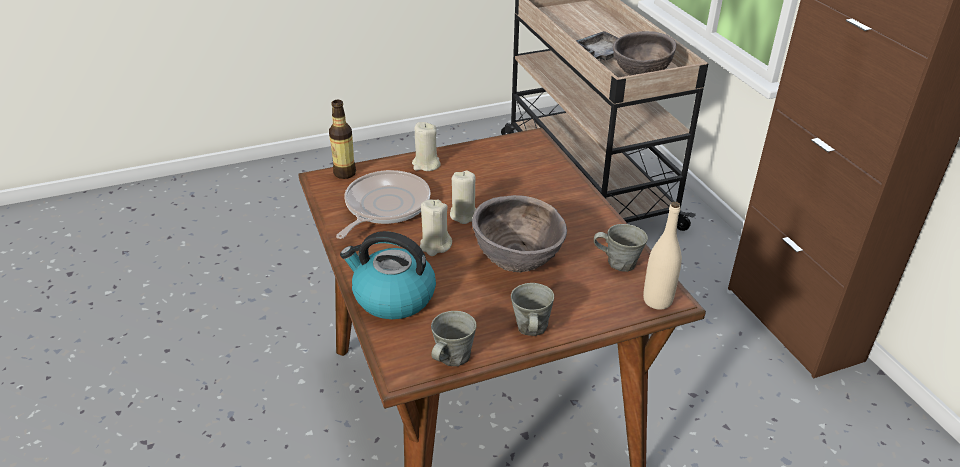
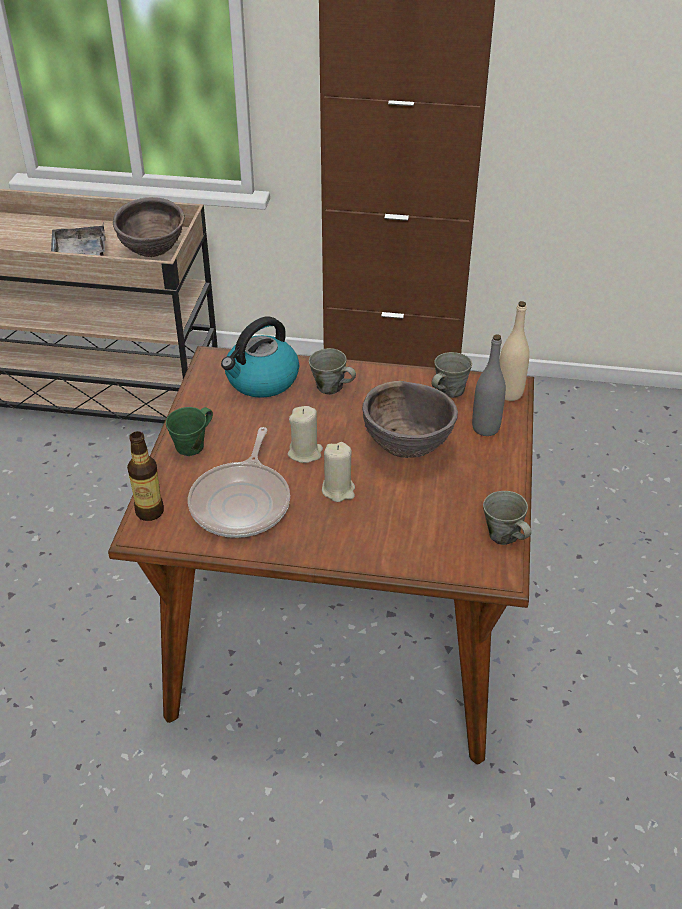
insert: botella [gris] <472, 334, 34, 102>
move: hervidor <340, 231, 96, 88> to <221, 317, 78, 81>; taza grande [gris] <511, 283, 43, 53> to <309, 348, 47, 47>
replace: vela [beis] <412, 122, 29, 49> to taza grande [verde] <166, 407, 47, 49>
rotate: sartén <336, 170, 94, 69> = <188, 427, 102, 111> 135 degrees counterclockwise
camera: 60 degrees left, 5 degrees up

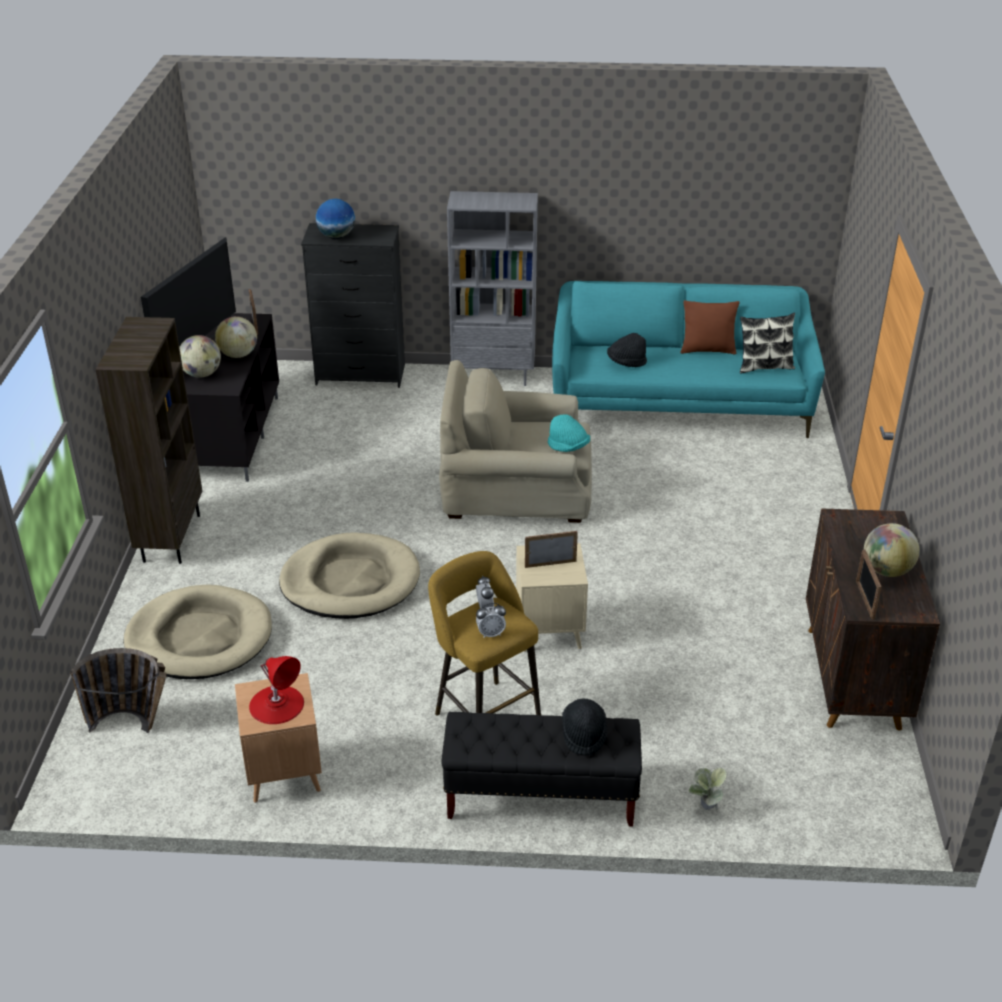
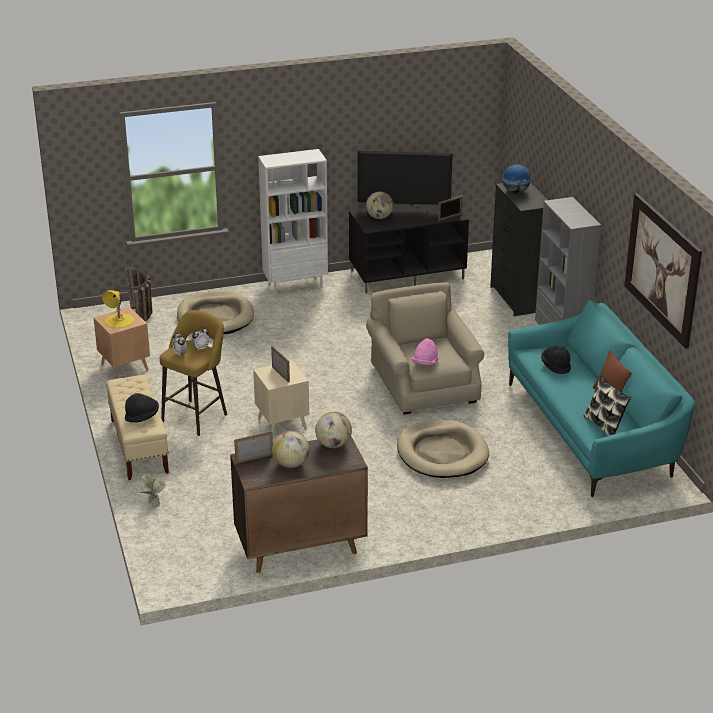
insert: cuadro <624, 194, 78, 155>
move: globo terráqueo <215, 316, 42, 42> to <315, 412, 37, 36>; cama para perro [beis] <279, 532, 141, 87> to <397, 420, 92, 58>
recolor: estantería [marrón] <96, 317, 106, 247> to estantería [blanco] <258, 149, 70, 146>; sombrero [turquesa] <547, 414, 43, 38> to sombrero [rosa] <412, 339, 26, 26>; lámpara de mesa [rojo] <249, 656, 55, 68> to lámpara de mesa [amarillo] <102, 290, 32, 38>; banco [negro] <442, 712, 200, 115> to banco [beis] <106, 375, 63, 105>
camera: 70 degrees right, 5 degrees down

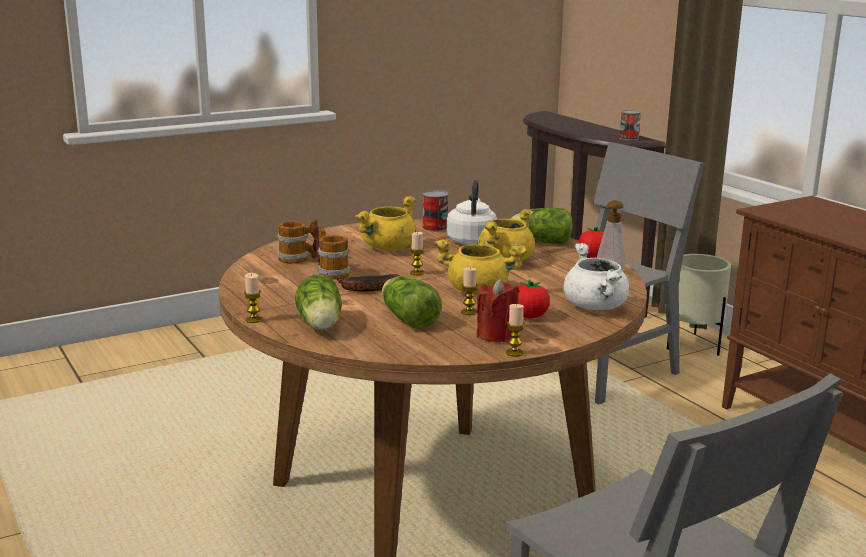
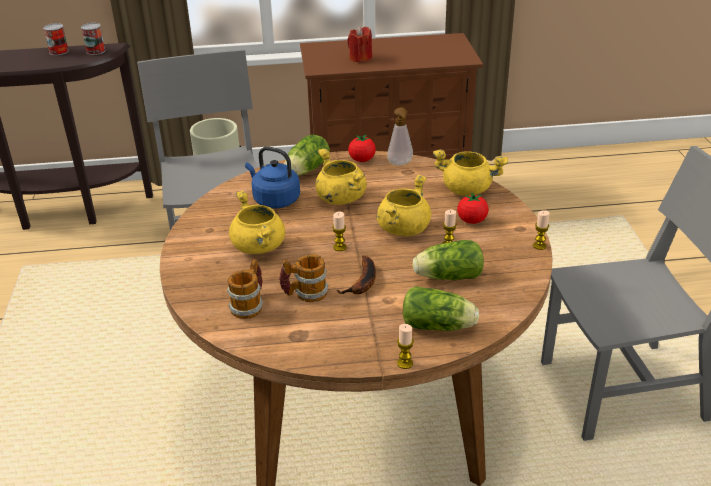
move: lata <422, 190, 27, 42> to <43, 23, 26, 32>; vela [rojo] <476, 278, 44, 65> to <347, 26, 25, 37>
recolor: hervidor [blanco] <447, 180, 50, 65> to hervidor [azul] <245, 146, 55, 62>; olla [blanco] <563, 243, 66, 67> to olla [amarillo] <433, 150, 75, 46>
camera: 65 degrees left, 15 degrees up

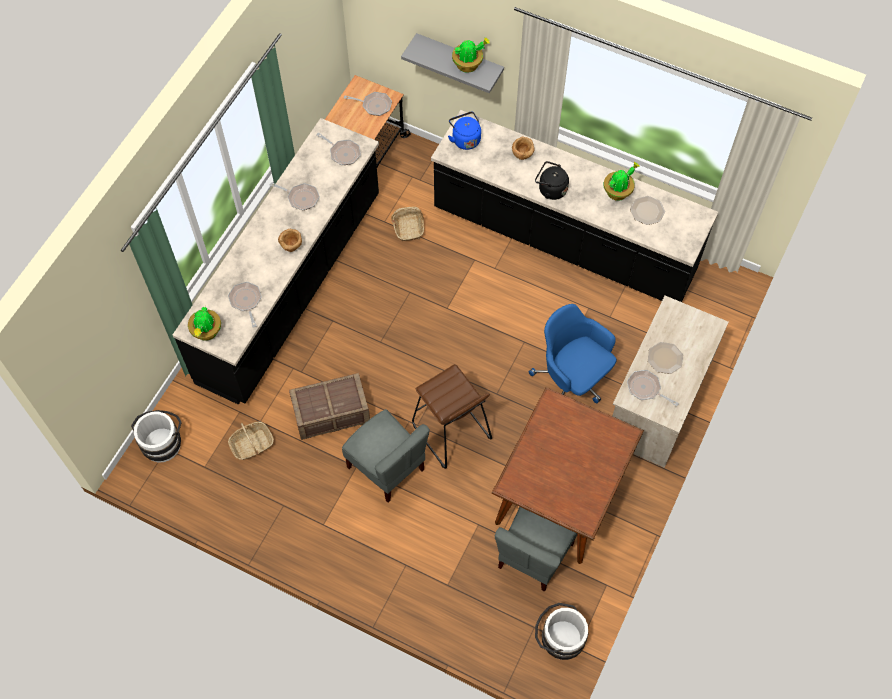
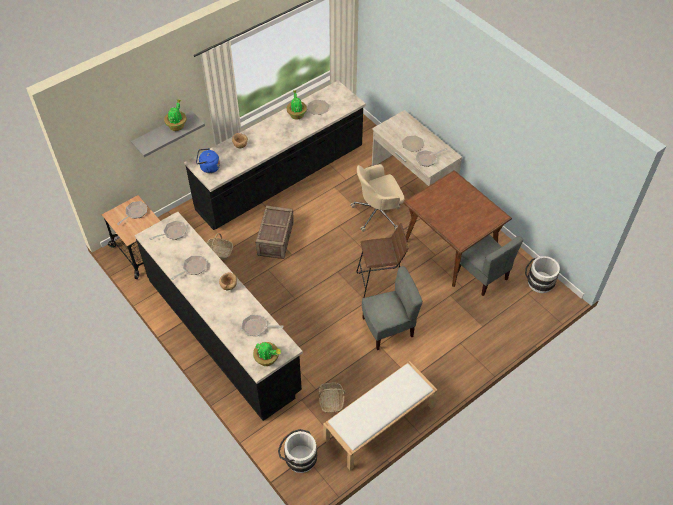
delete: hervidor [negro] <535, 161, 34, 39>
insert: banco [blanco] <323, 361, 115, 109>
move: caja de embalaje <289, 373, 81, 67> to <256, 206, 38, 53>
recolor: silla de oficina [azul] <529, 304, 88, 99> to silla de oficina [beis] <350, 164, 54, 68>
camera: 65 degrees left, 10 degrees down

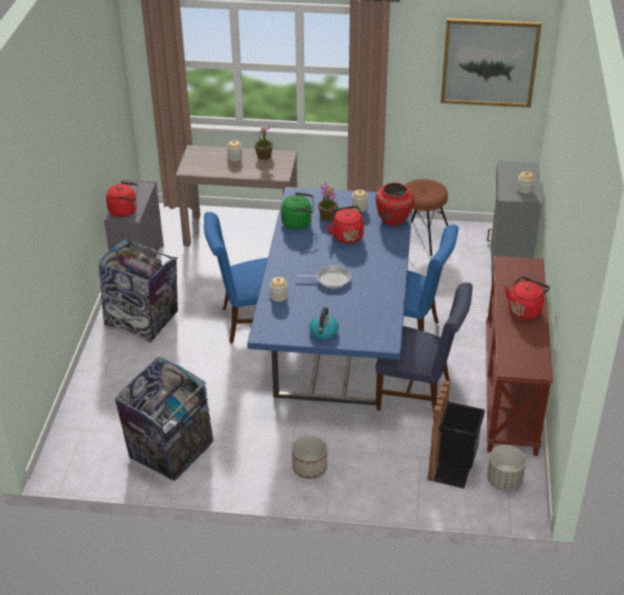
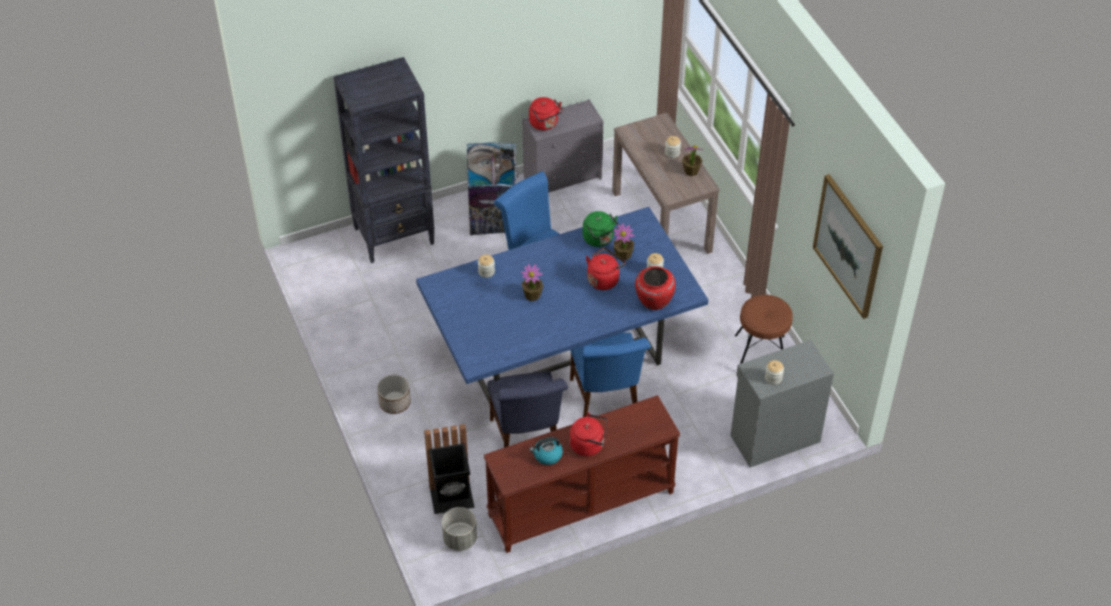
delete: papelera <115, 356, 99, 125>
insert: estantería [negro] <333, 57, 102, 206>
move: hervidor <309, 307, 30, 33> to <529, 437, 34, 28>
replace: sartén <295, 265, 56, 24> to planta en maceta <521, 264, 22, 37>
camera: 60 degrees right, 10 degrees up

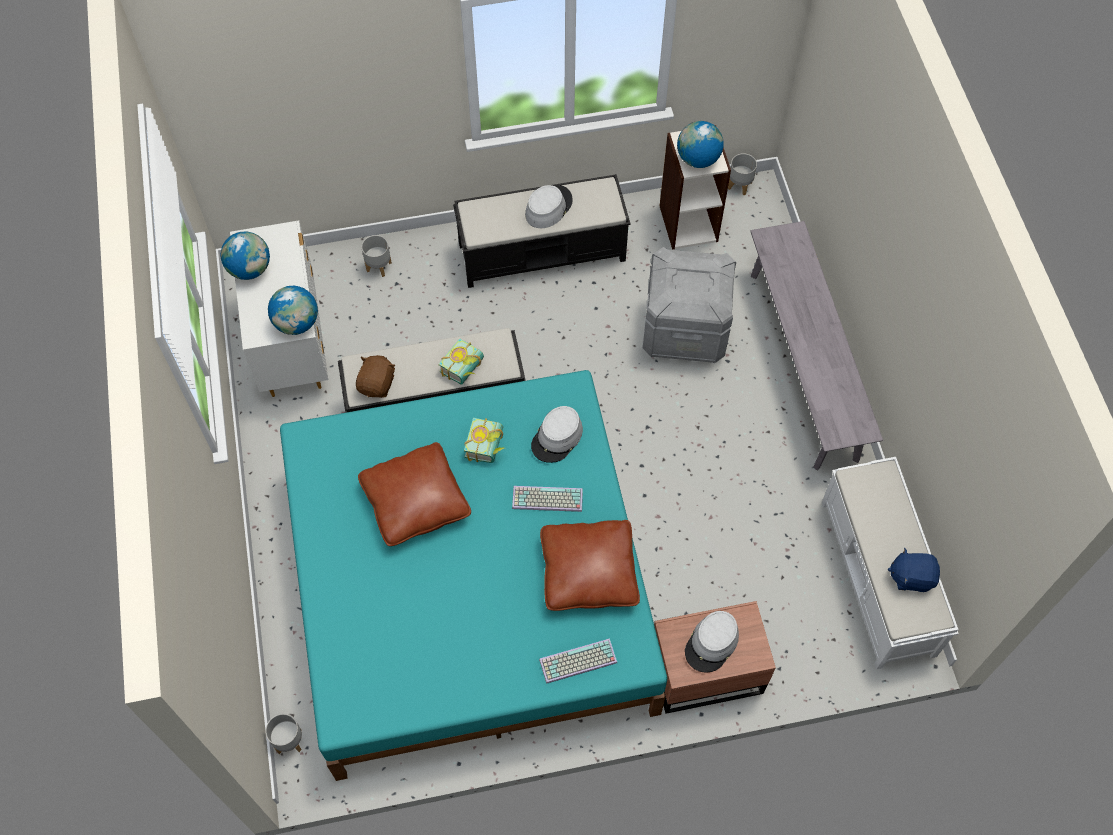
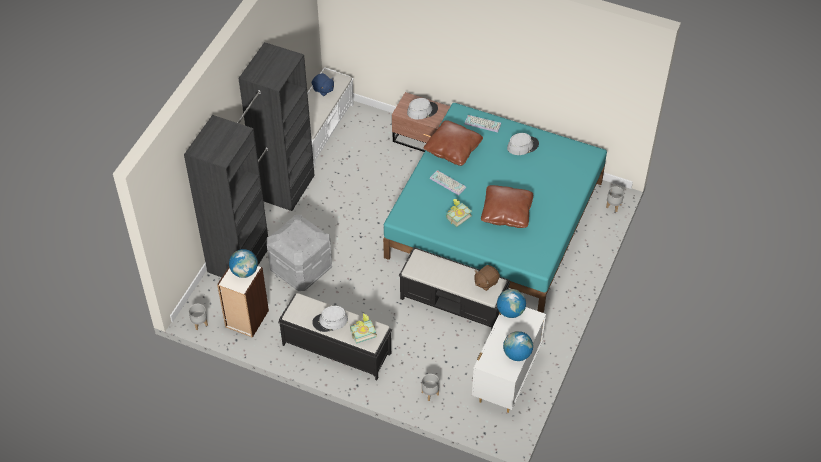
move: libro <439, 338, 45, 46> to <350, 314, 27, 30>; sombrero [gris] <531, 406, 52, 57> to <507, 133, 32, 22>
replace: banco [gris] <750, 221, 133, 250> to armario ropero [negro] <184, 42, 131, 235>
camera: 145 degrees left, 10 degrees down

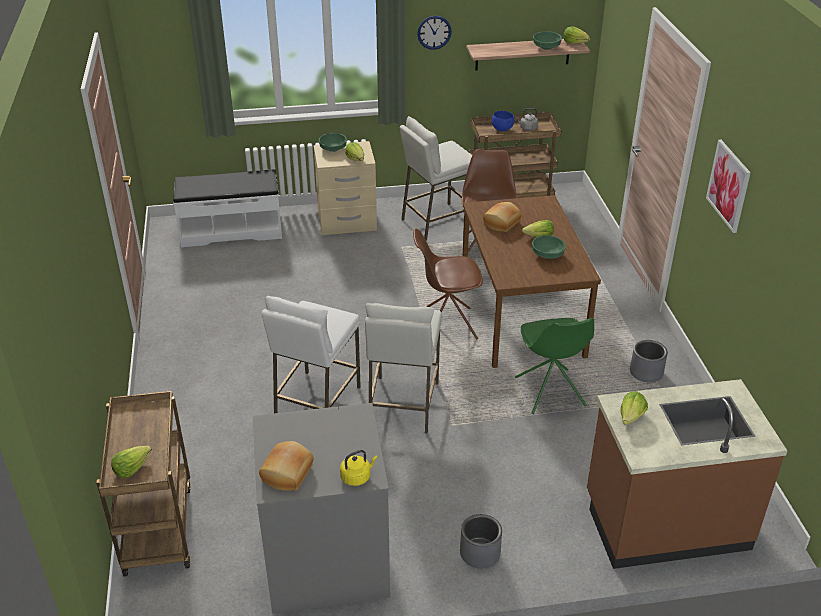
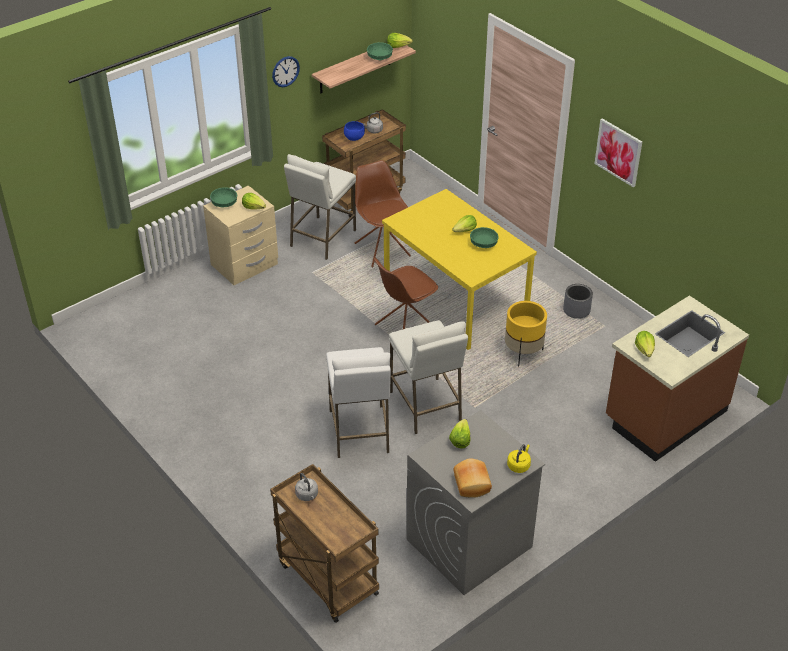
delete: banco [blanco] <173, 169, 109, 79>; pan <483, 202, 38, 30>; maceta [gris] <460, 514, 42, 55>
insert: hervidor [gris] <295, 473, 23, 28>
move: lechuga <111, 446, 41, 32> to <449, 419, 22, 29>
replace: silla [verde] <515, 318, 79, 96> to maceta [amarillo] <505, 301, 42, 65>
recolor: mesa de comedor [marrón] <463, 195, 138, 173> to mesa de comedor [amarillo] <382, 189, 155, 161>
camera: 30 degrees left, 5 degrees up

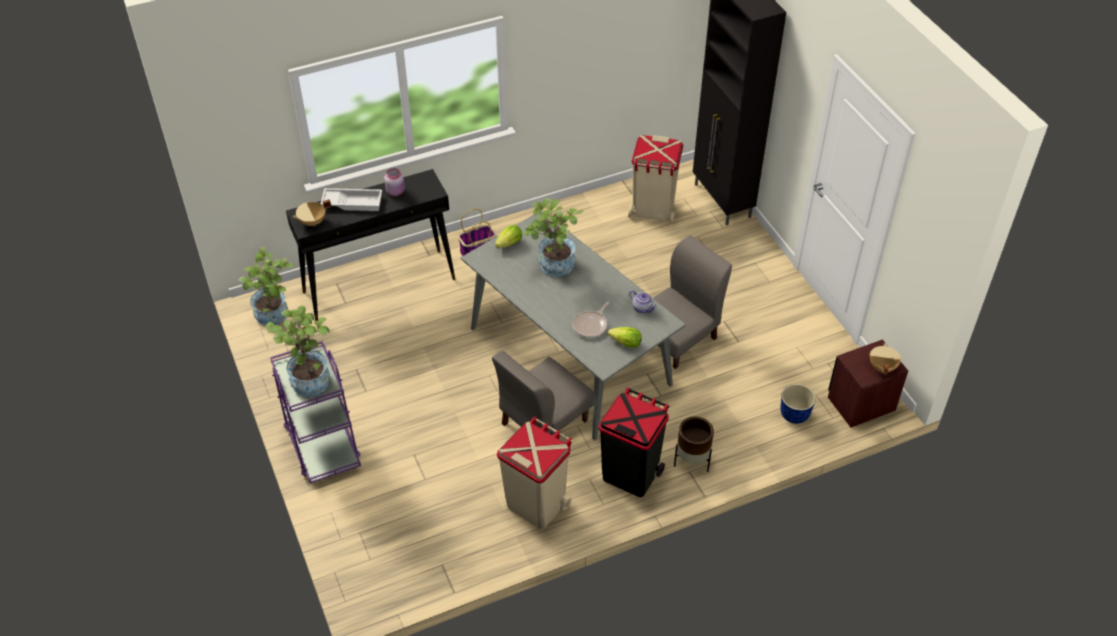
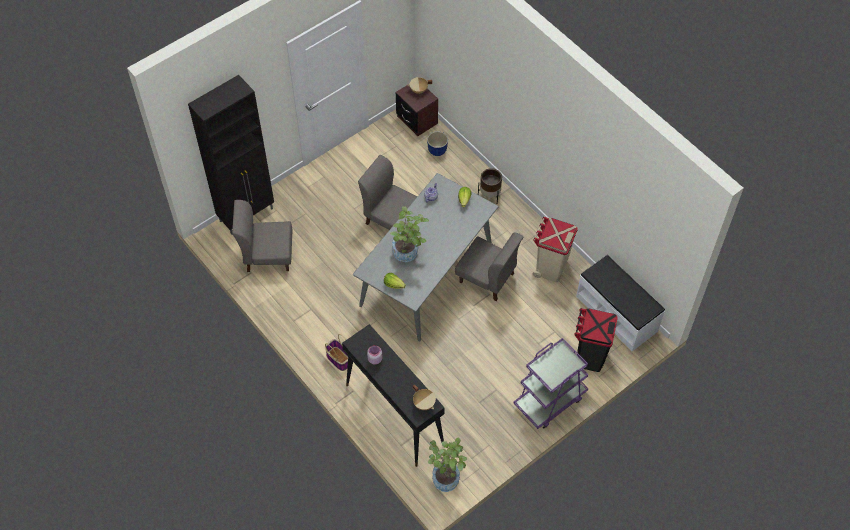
delete: bandeja [blanco] <321, 188, 61, 23>; sartén <572, 301, 38, 37>; planta en maceta <265, 305, 65, 92>
insert: banco [blanco] <576, 255, 89, 96>
move: papelera [negro] <599, 388, 70, 109> to <574, 308, 44, 64>
replace: papelera [beis] <628, 135, 55, 88> to silla [gris] <232, 200, 60, 72>
camera: 105 degrees left, 10 degrees up

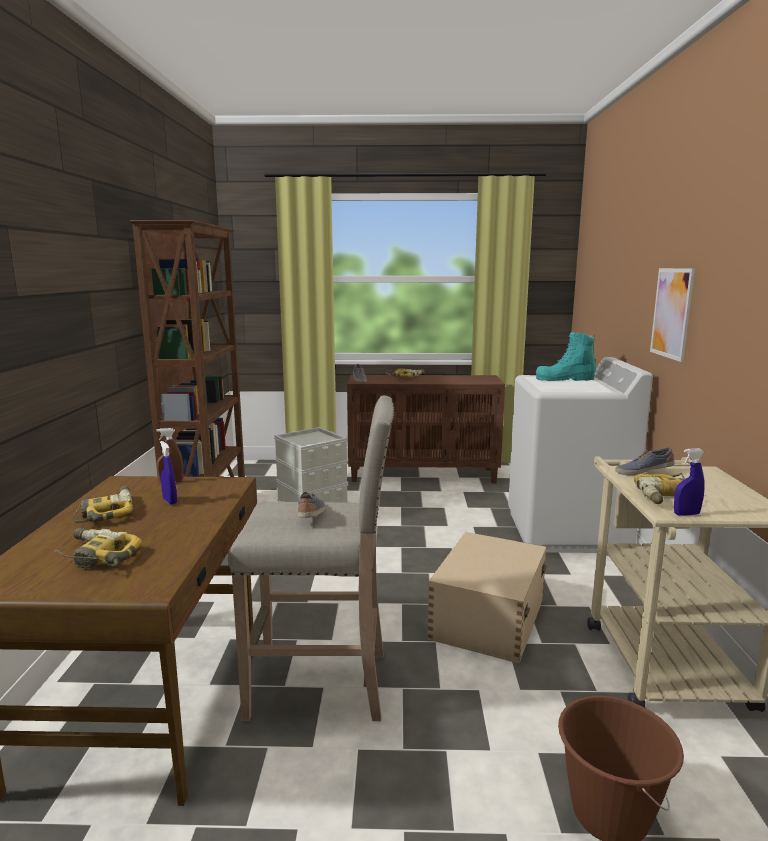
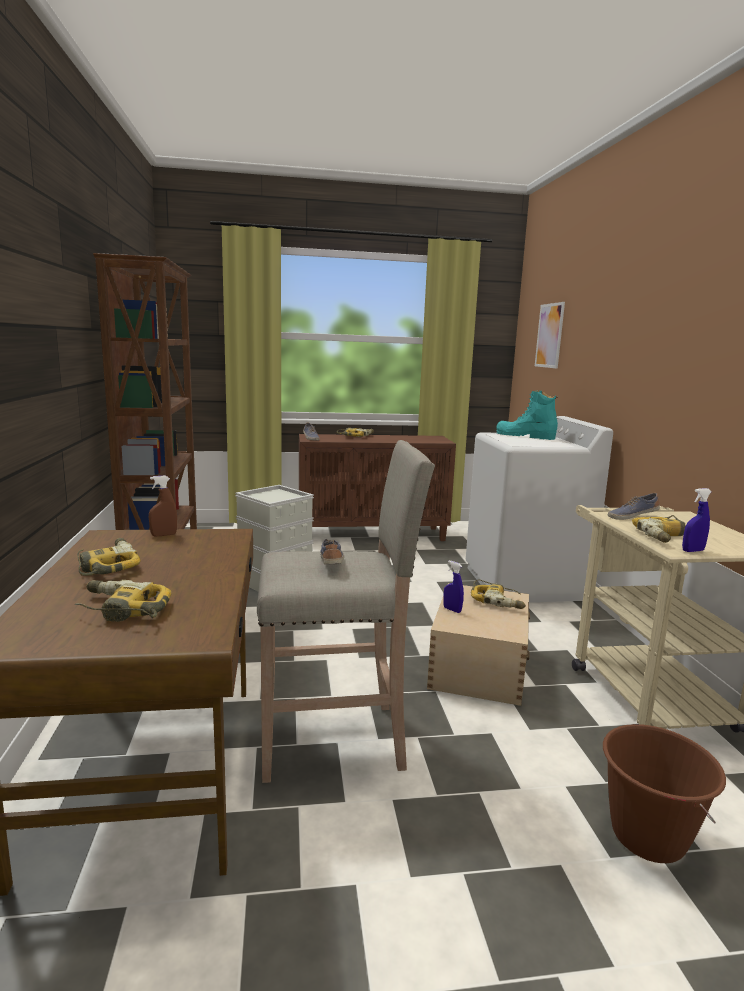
insert: taladro <471, 579, 55, 30>
move: cuadro <650, 268, 45, 94> to <535, 302, 30, 67>; pulverizador [azul] <160, 441, 17, 64> to <443, 560, 21, 53>
rotate: bota [turquesa] <536, 331, 60, 50> = <496, 390, 62, 50> 45 degrees clockwise
camera: 10 degrees left, 0 degrees up

